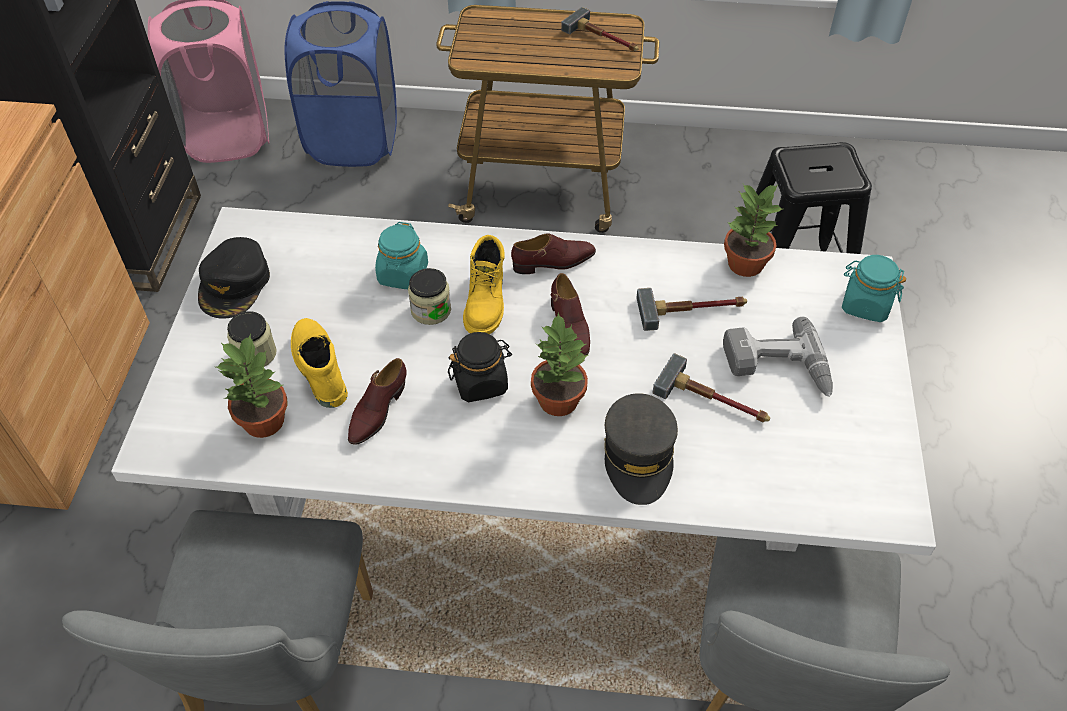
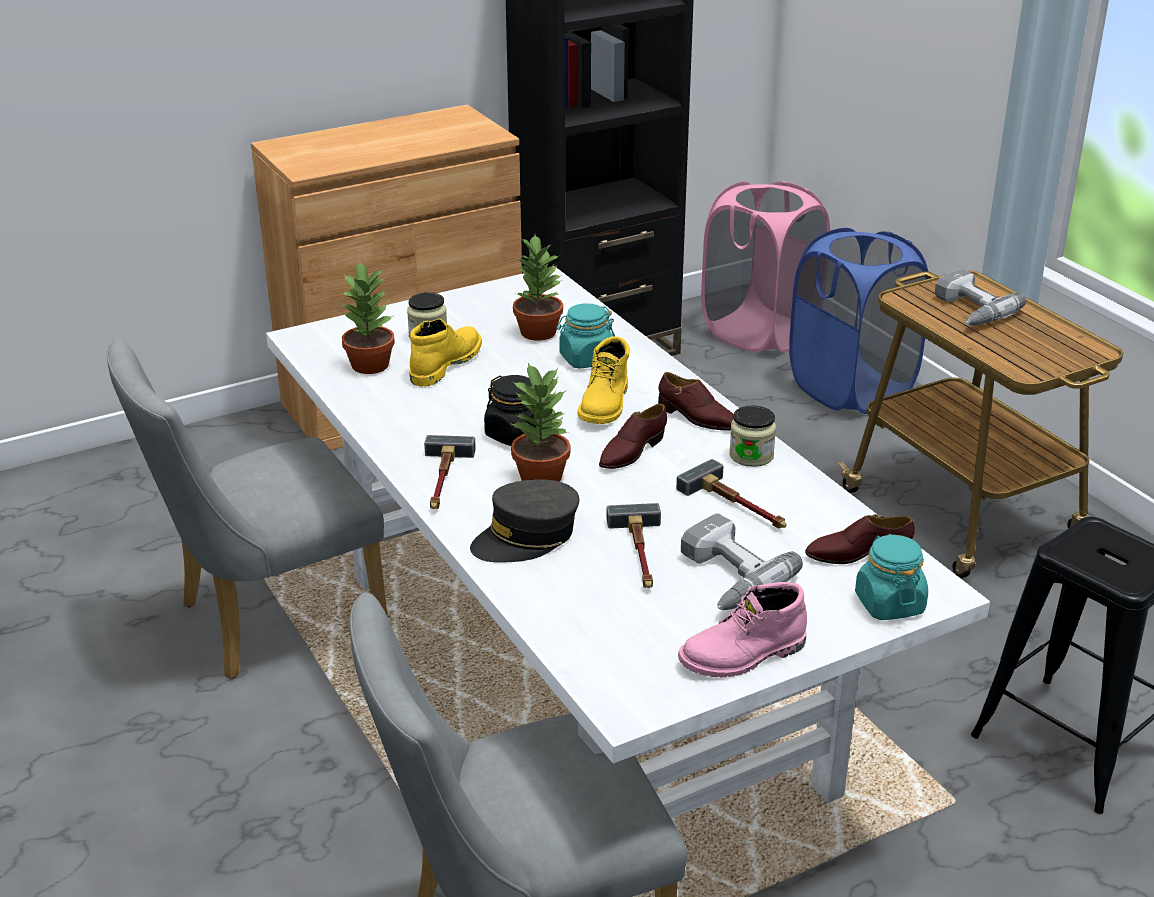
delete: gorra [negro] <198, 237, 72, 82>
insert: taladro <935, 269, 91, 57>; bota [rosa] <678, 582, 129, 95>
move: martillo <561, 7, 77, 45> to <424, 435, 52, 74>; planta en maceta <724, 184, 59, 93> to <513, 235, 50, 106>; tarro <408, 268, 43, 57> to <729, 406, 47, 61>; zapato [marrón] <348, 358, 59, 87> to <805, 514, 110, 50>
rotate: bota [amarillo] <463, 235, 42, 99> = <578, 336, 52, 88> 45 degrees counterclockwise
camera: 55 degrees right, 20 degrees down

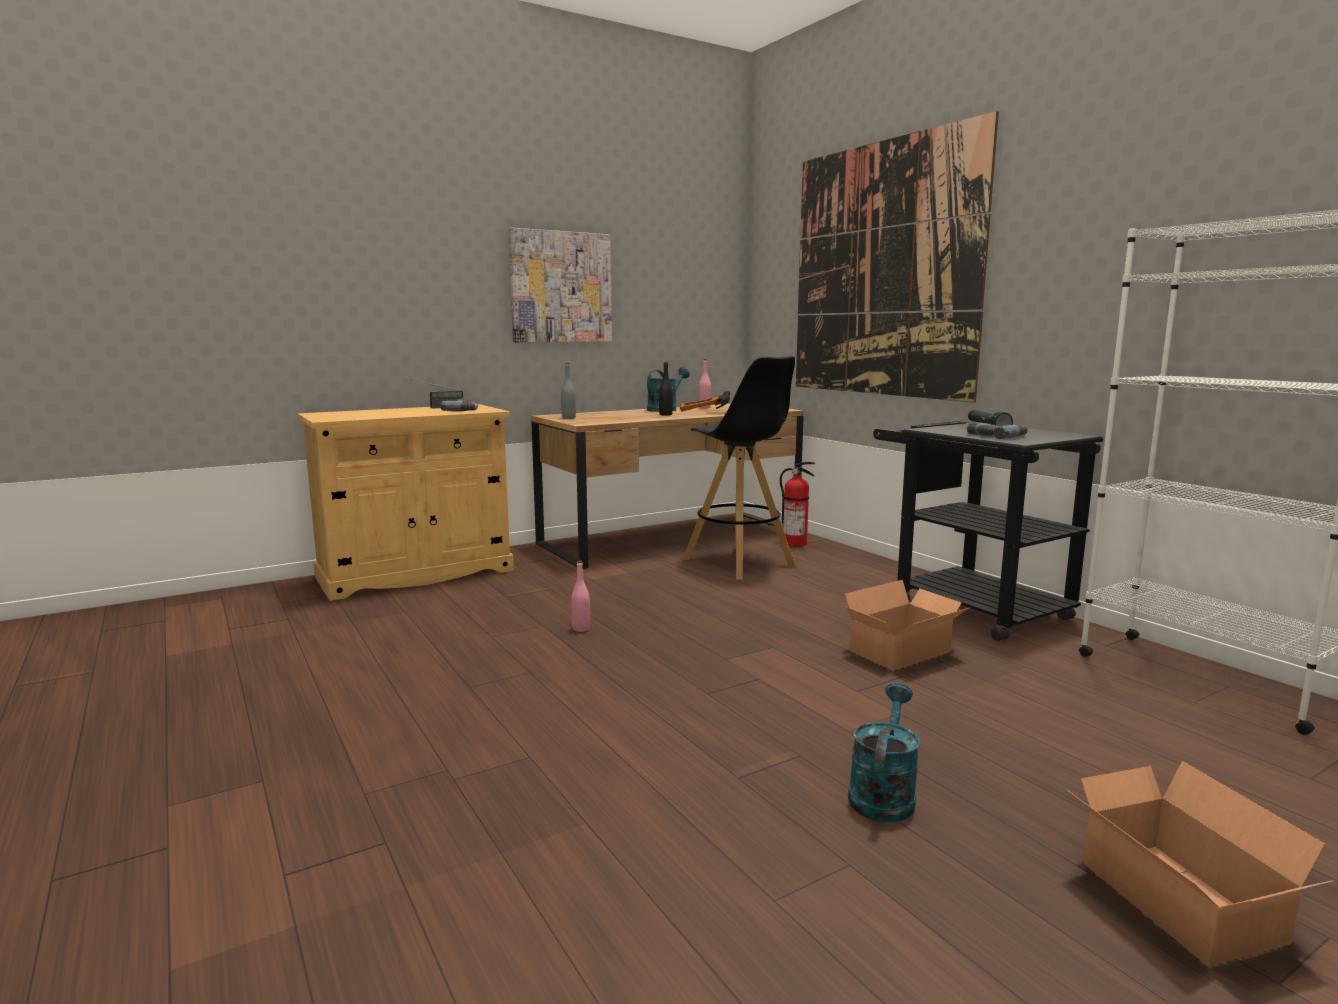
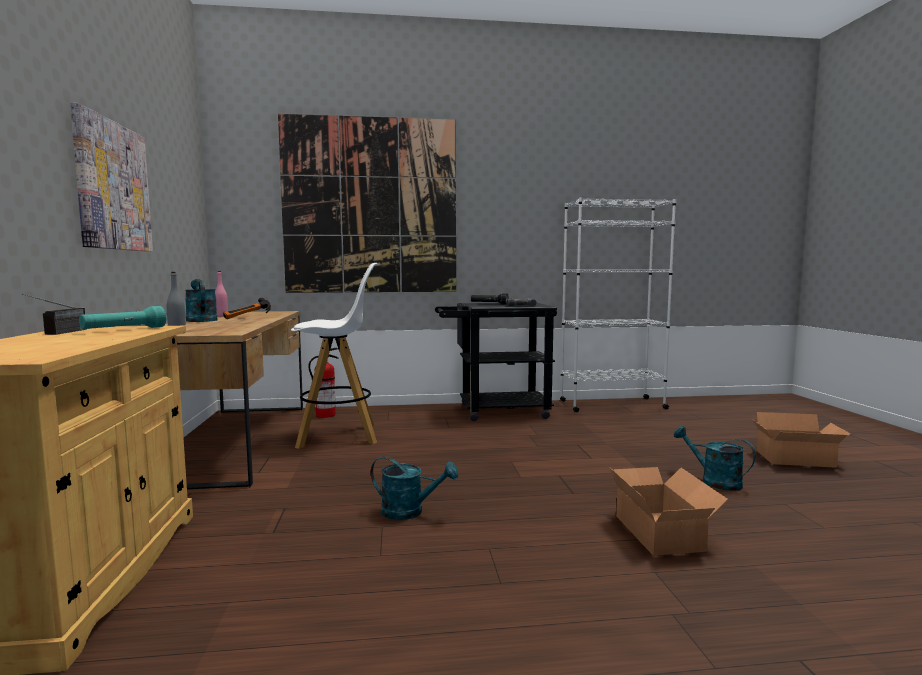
delete: botella [negro] <659, 362, 14, 54>
move: caja de cartón <845, 580, 126, 91> to <609, 467, 119, 89>
replace: taladro <441, 398, 37, 13> to linterna [turquesa] <79, 306, 87, 23>; botella [rosa] <571, 561, 19, 71> to regadera [turquesa] <371, 456, 87, 64>
recolor: taburete [negro] <683, 356, 113, 224> to taburete [blanco] <291, 263, 88, 186>
camera: 65 degrees left, 5 degrees down

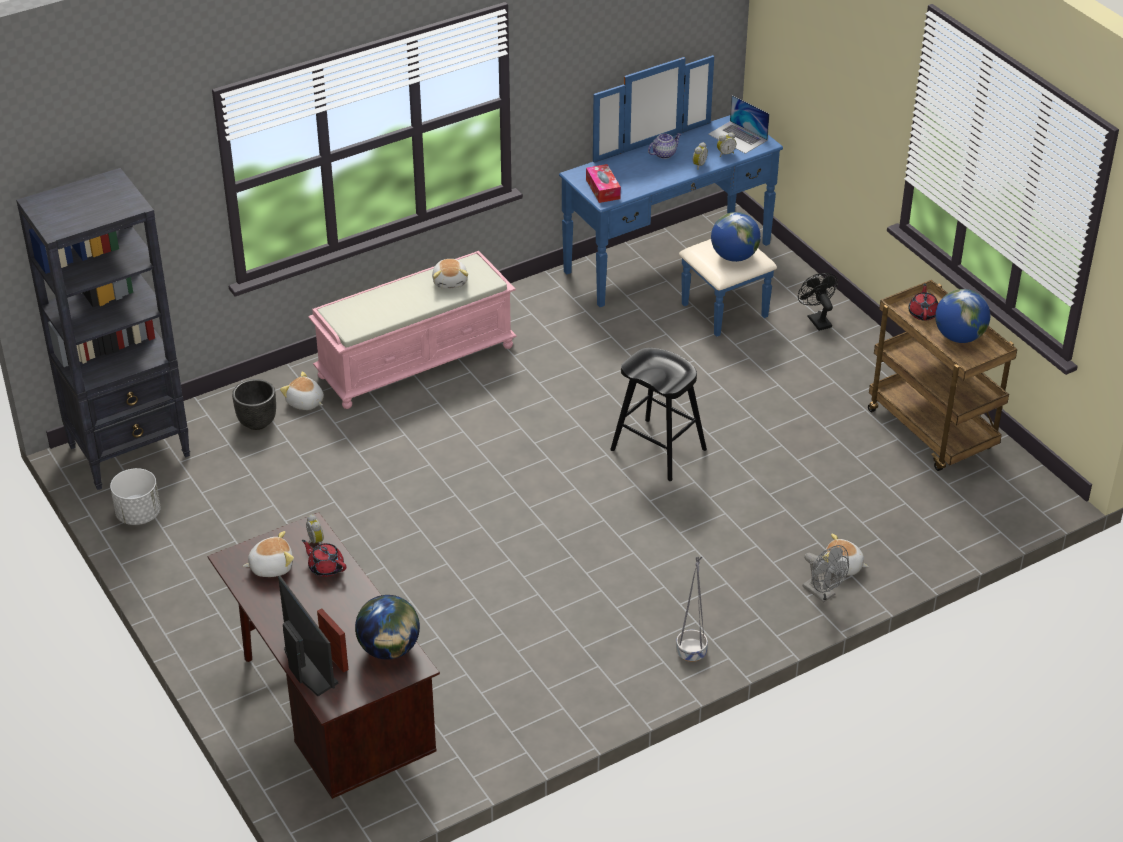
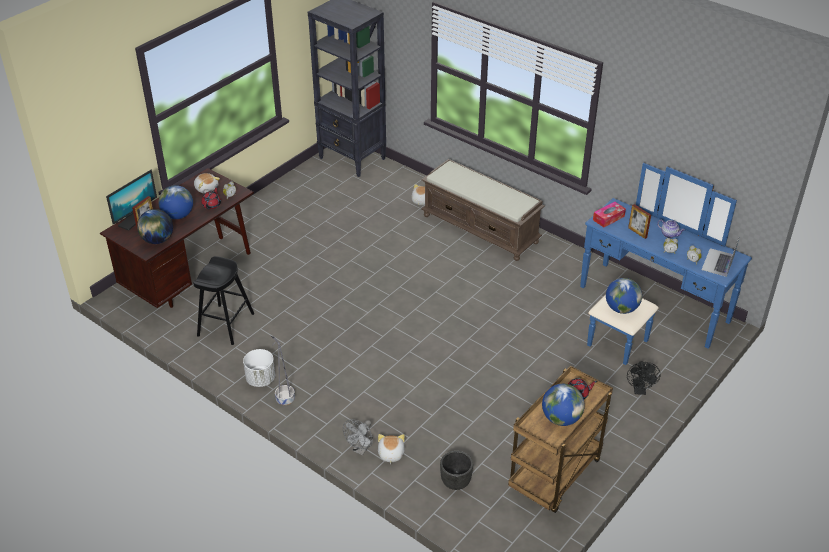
delete: peluche <432, 259, 36, 30>
insert: globo terráqueo <158, 185, 35, 34>; portarretratos <628, 204, 23, 35>
move: taburete [negro] <610, 348, 97, 133> to <193, 256, 61, 89>; maceta [negro] <232, 379, 44, 51> to <440, 451, 33, 39>; maceta [blanco] <110, 468, 51, 57> to <243, 349, 32, 38>
recolor: banco [rosa] <308, 251, 209, 158> to banco [marrón] <422, 159, 123, 102>
rotate: ventilador [negro] <798, 273, 40, 58> = <627, 361, 33, 34> 135 degrees clockwise
camera: 70 degrees right, 0 degrees up

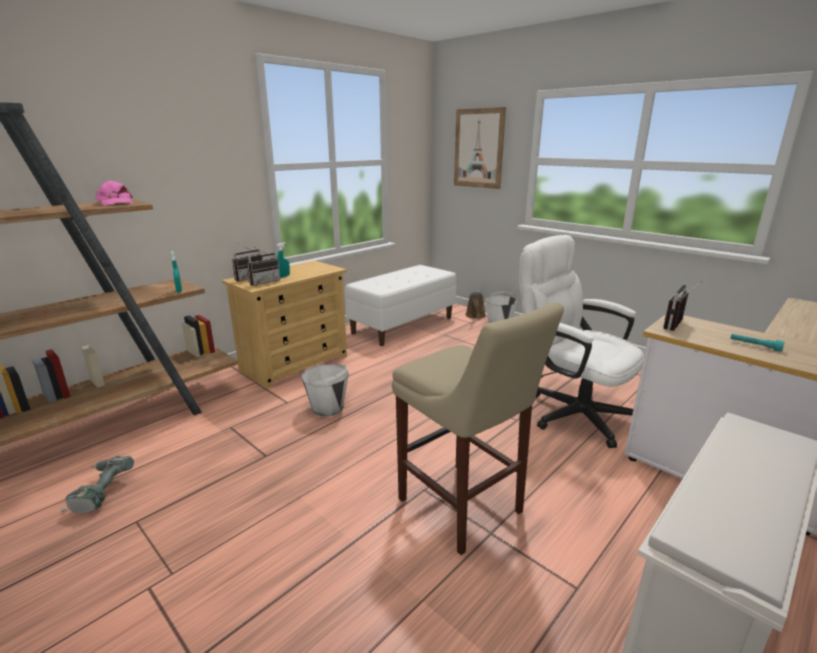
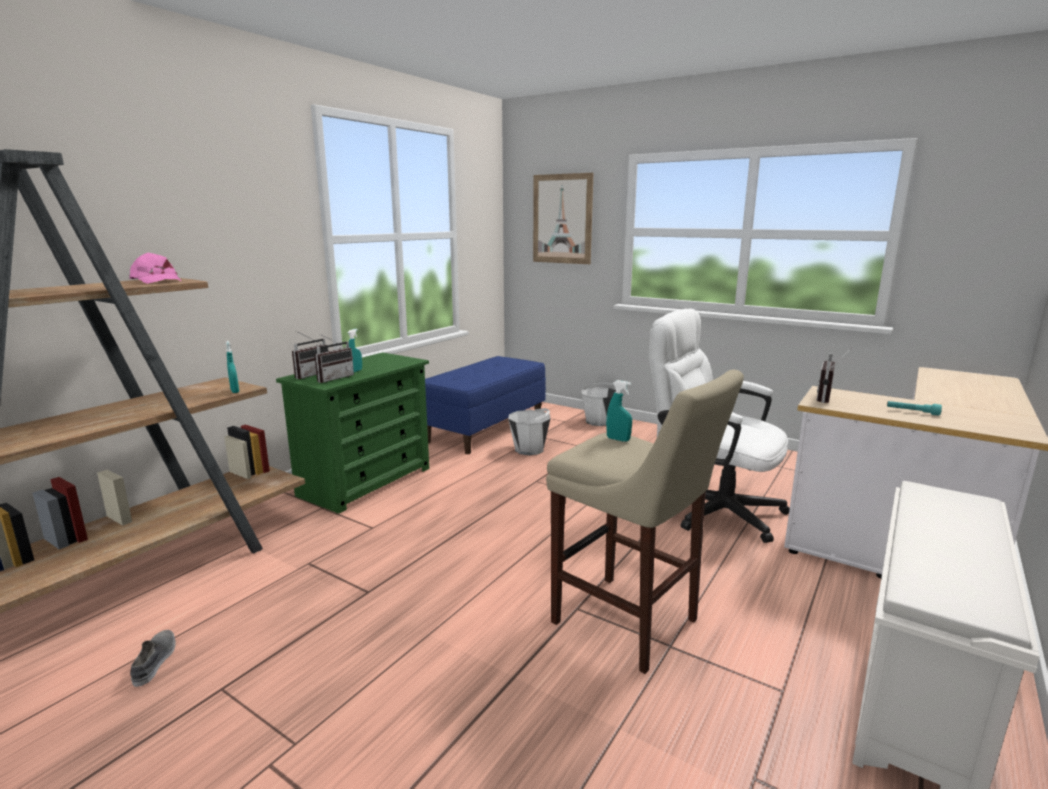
delete: regadera [marrón] <465, 291, 21, 28>
insert: pulverizador [turquesa] <606, 380, 26, 62>
move: cubo [blanco] <301, 364, 48, 53> to <508, 408, 42, 47>
replace: taladro <61, 456, 73, 57> to zapato [gris] <130, 630, 46, 57>
recolor: cómoda [beis] <222, 261, 125, 127> to cómoda [verde] <276, 352, 153, 162>; banco [blanco] <345, 265, 111, 81> to banco [azul] <425, 356, 121, 98>
camera: 10 degrees left, 5 degrees down

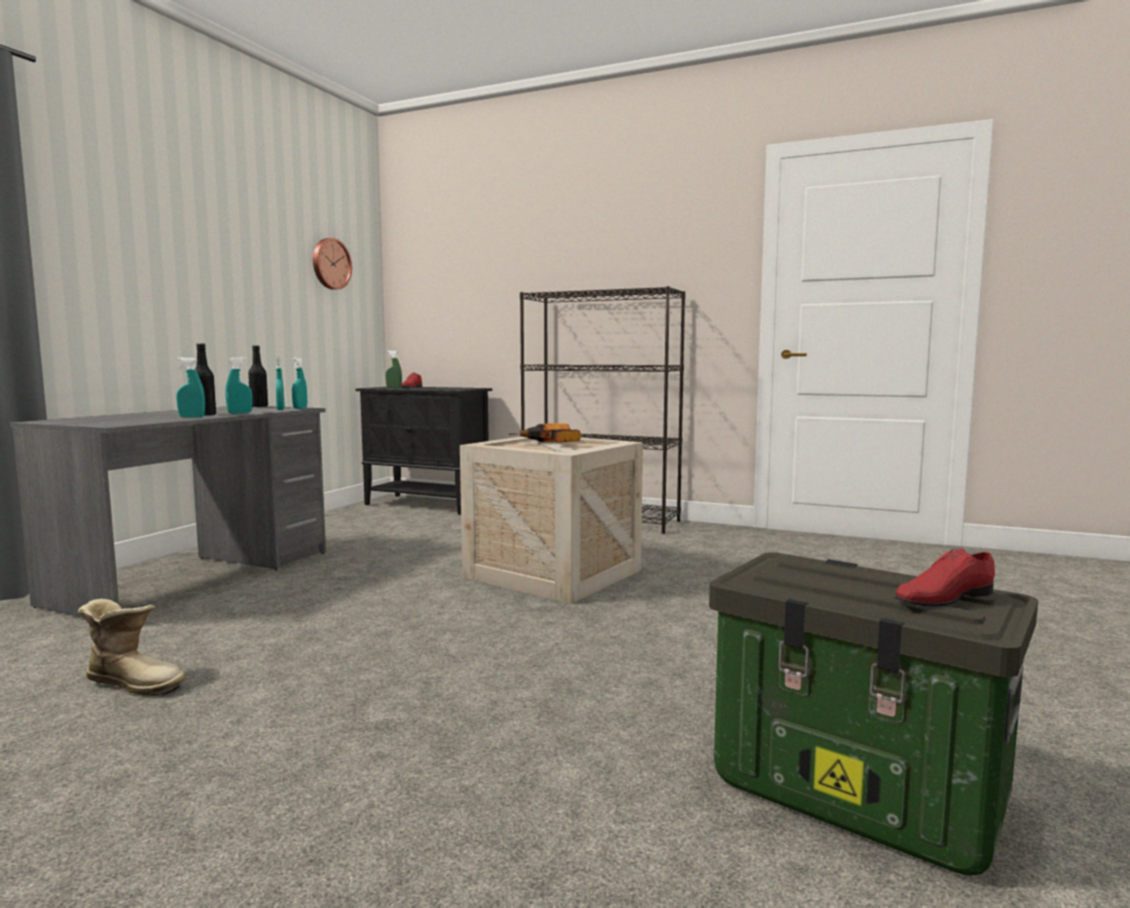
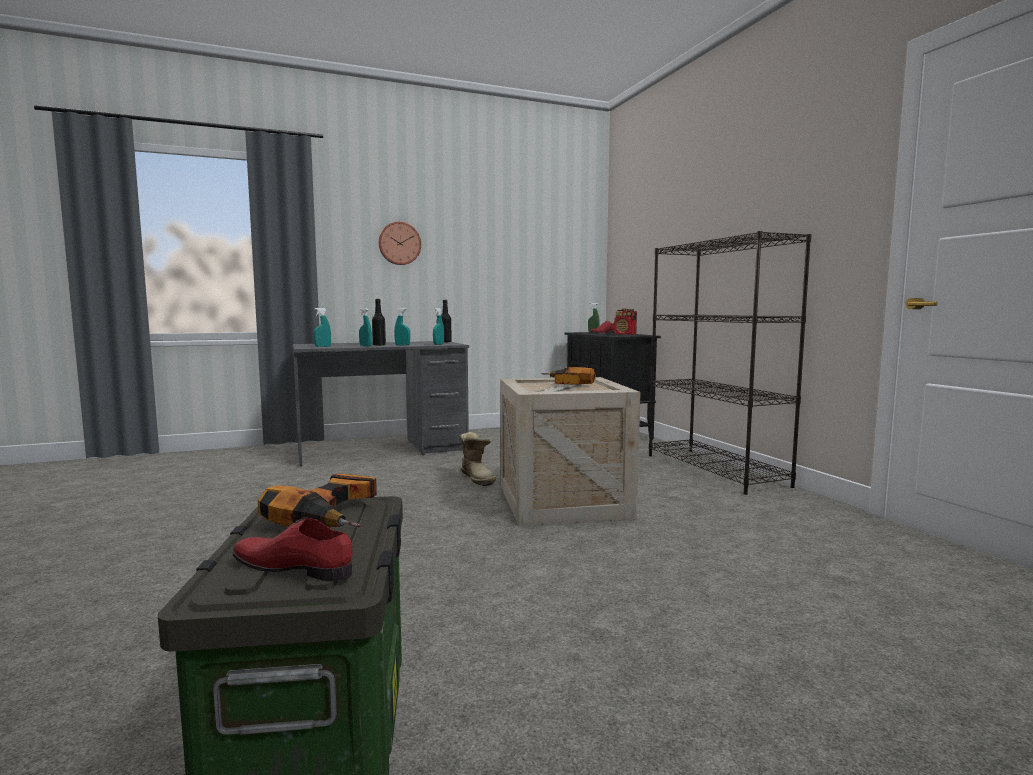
insert: radio <614, 308, 23, 27>; taladro <258, 473, 119, 54>
move: reloj de pared <313, 238, 39, 52> to <378, 222, 43, 43>; pulverizador [turquesa] <292, 357, 15, 52> to <314, 308, 17, 39>; bota <78, 599, 108, 97> to <460, 432, 36, 54>
camera: 45 degrees right, 0 degrees up

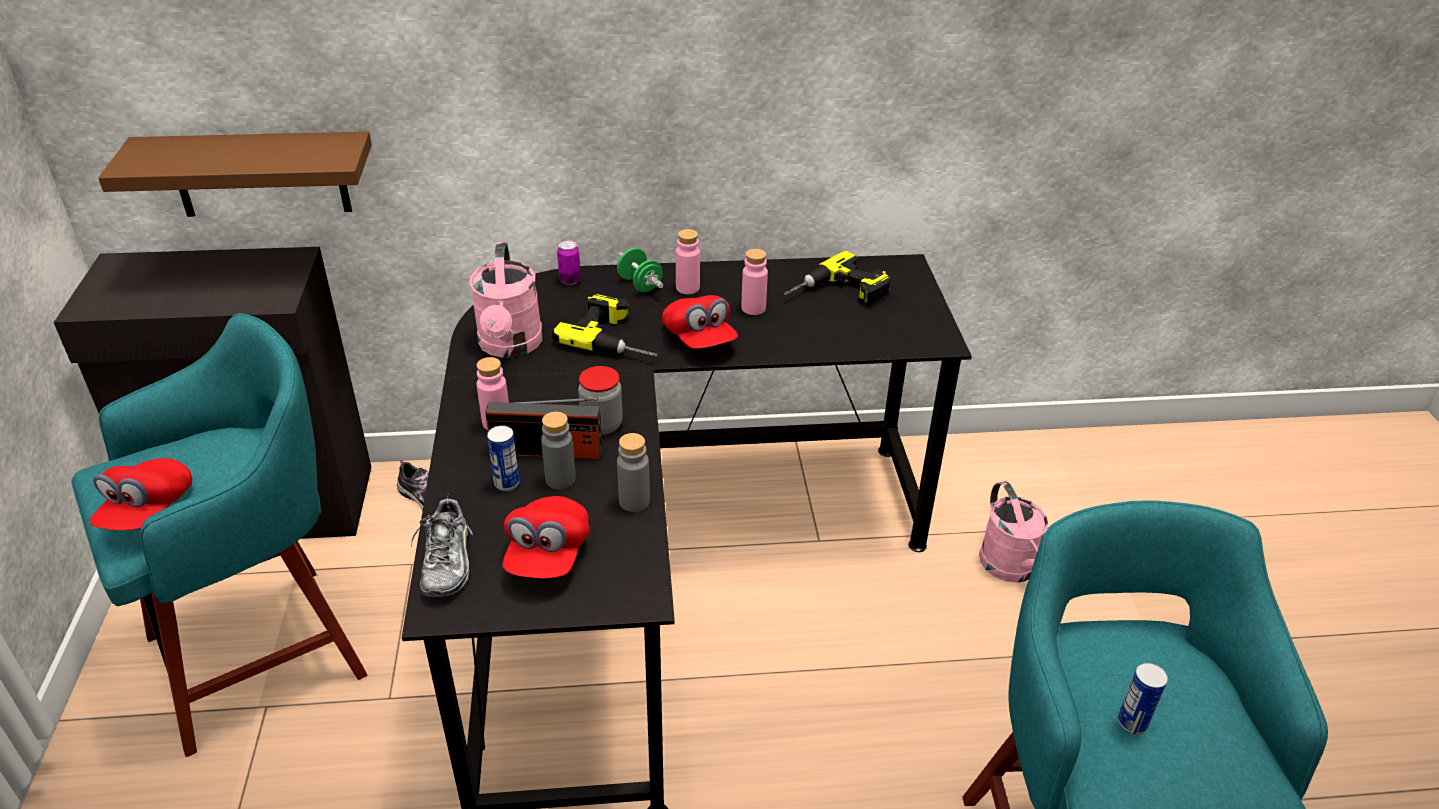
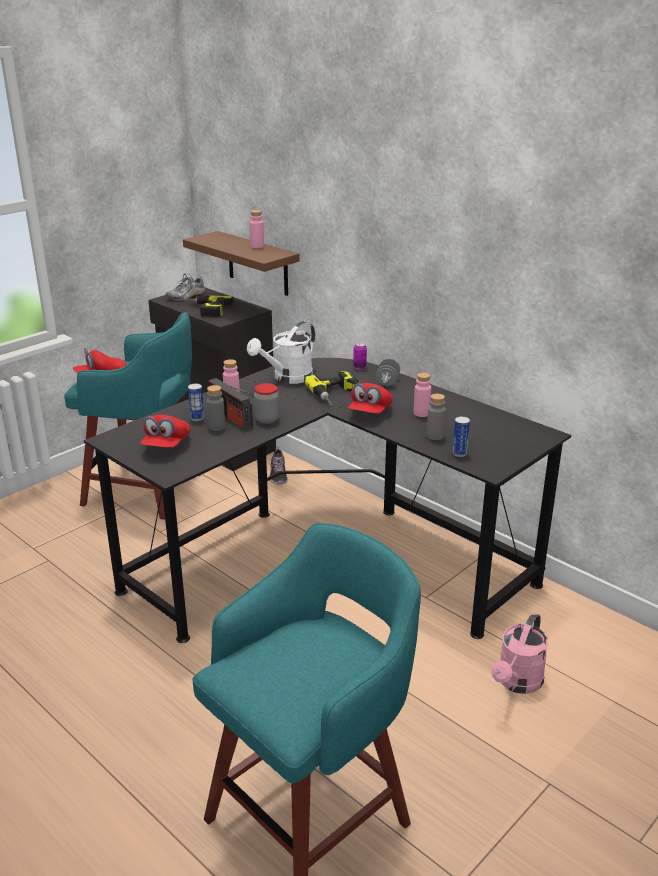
move: botella [rosa] <676, 229, 24, 65> to <250, 210, 14, 38>; taladro <784, 251, 107, 54> to <178, 295, 56, 22>; botella [gris] <617, 433, 33, 79> to <427, 394, 19, 46>; zapato <411, 497, 62, 100> to <166, 273, 39, 27>; lata <1118, 663, 50, 72> to <452, 416, 18, 41>
recolor: regadera [rosa] <469, 242, 74, 116> to regadera [blanco] <247, 321, 68, 63>; mancuerna [verde] <617, 248, 46, 44> to mancuerna [gris] <376, 358, 24, 28>
rotate: gorra [rojo] <503, 496, 87, 83> = <140, 415, 50, 33> 45 degrees counterclockwise
camera: 50 degrees right, 10 degrees down

